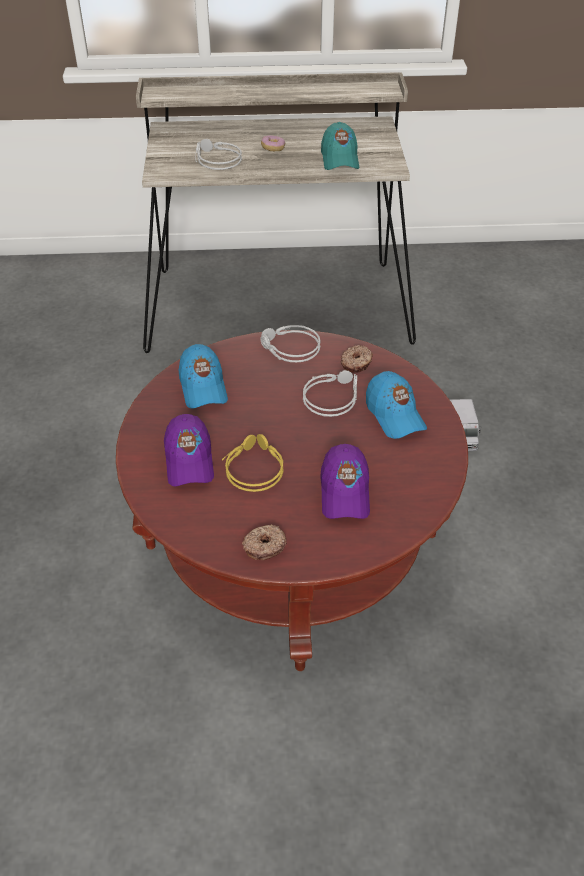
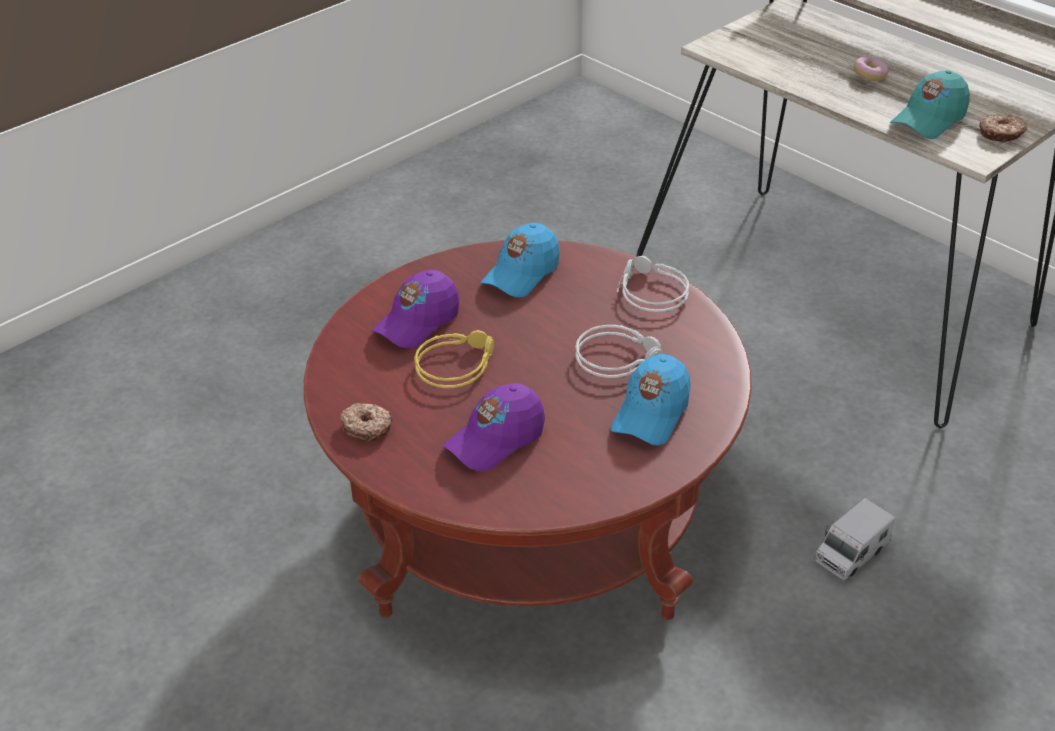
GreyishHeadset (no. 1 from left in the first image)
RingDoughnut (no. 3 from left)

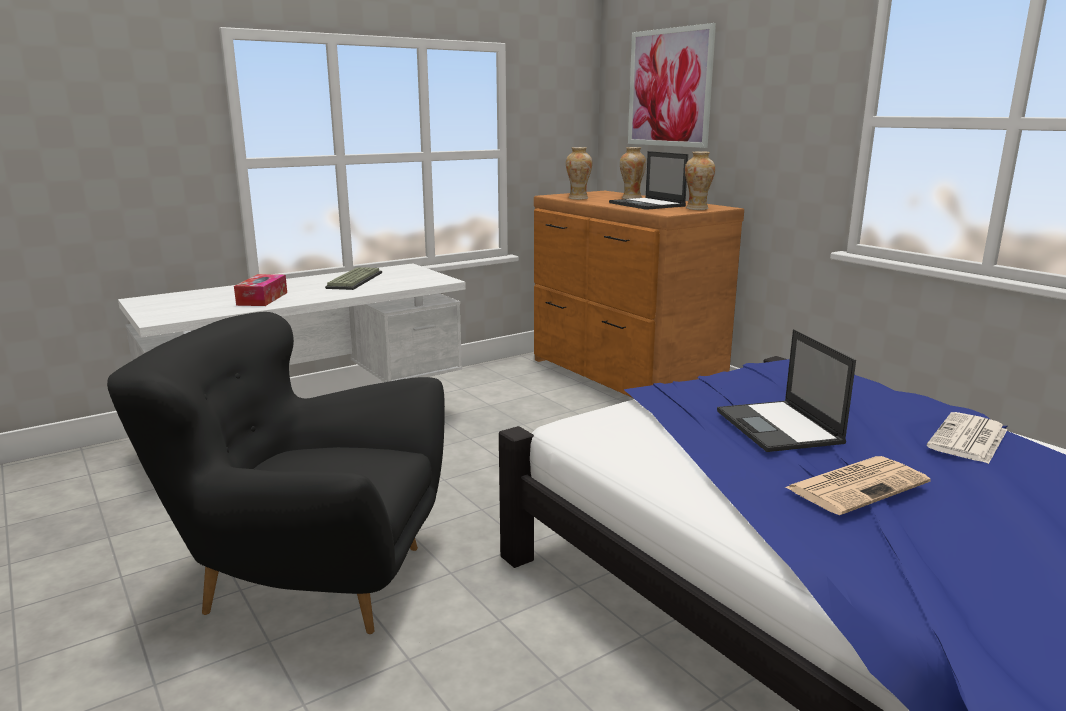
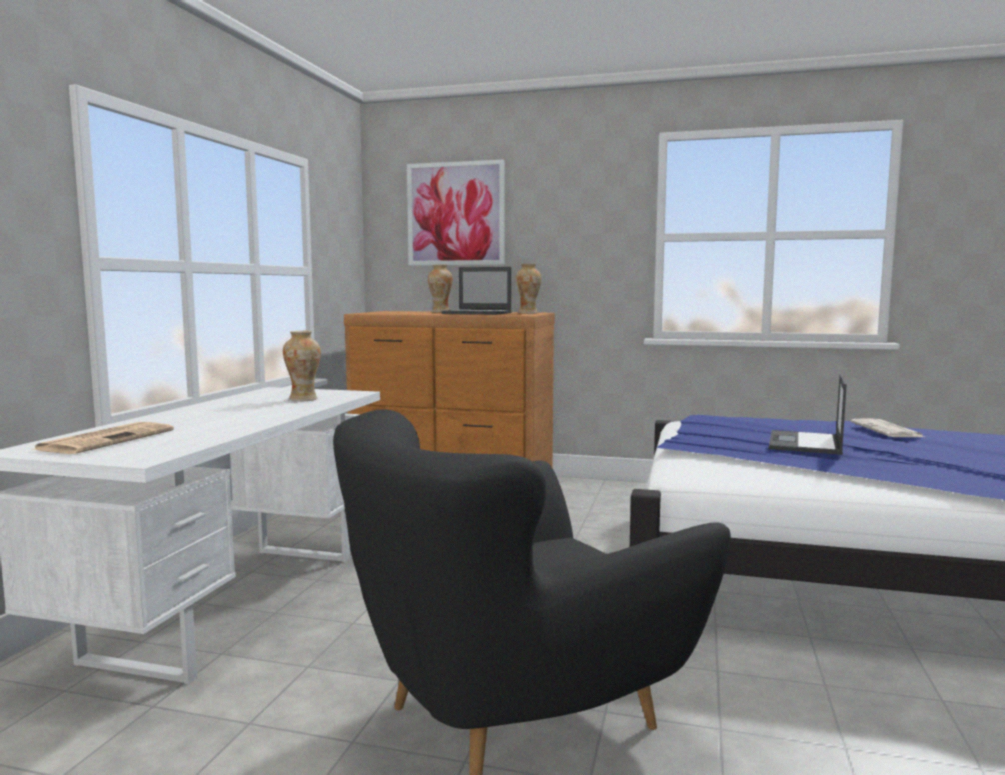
TissueBox
PcKeyboard
FlowerVase (no. 1 from left)
PortableComputer (no. 2 from left)
Newspaper (no. 1 from left)

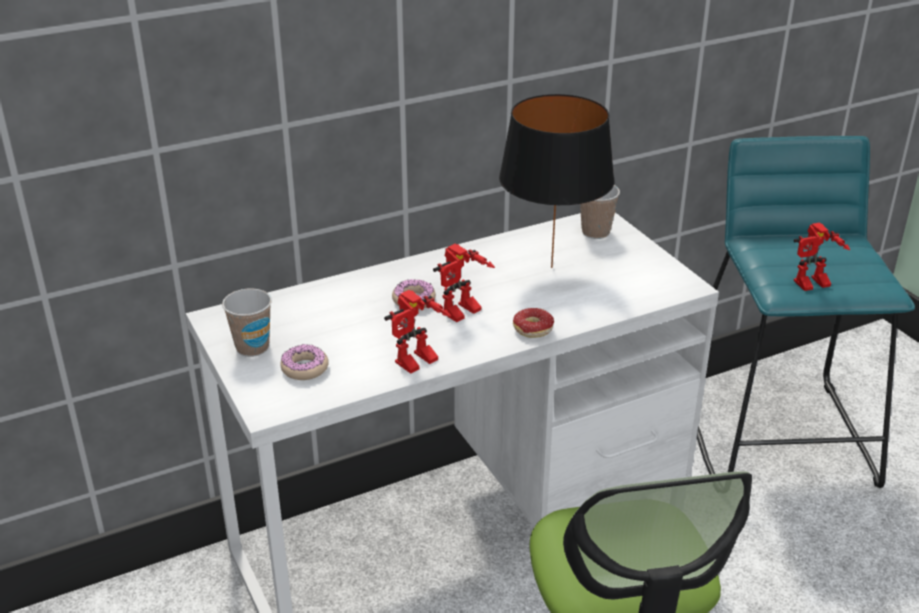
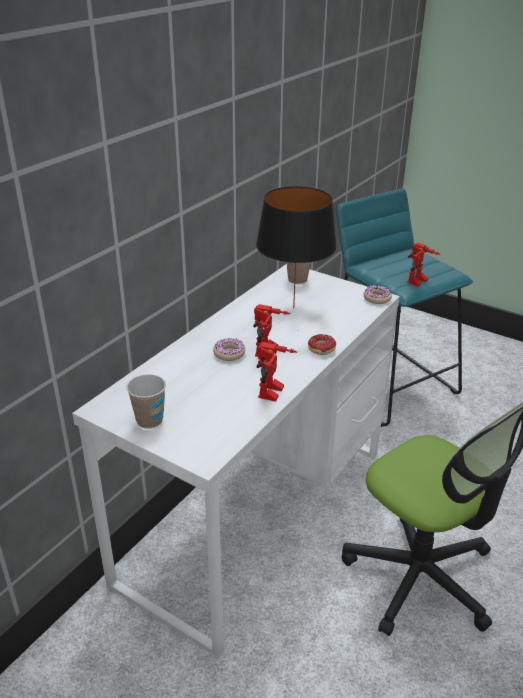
RingDoughnut (no. 3 from left)

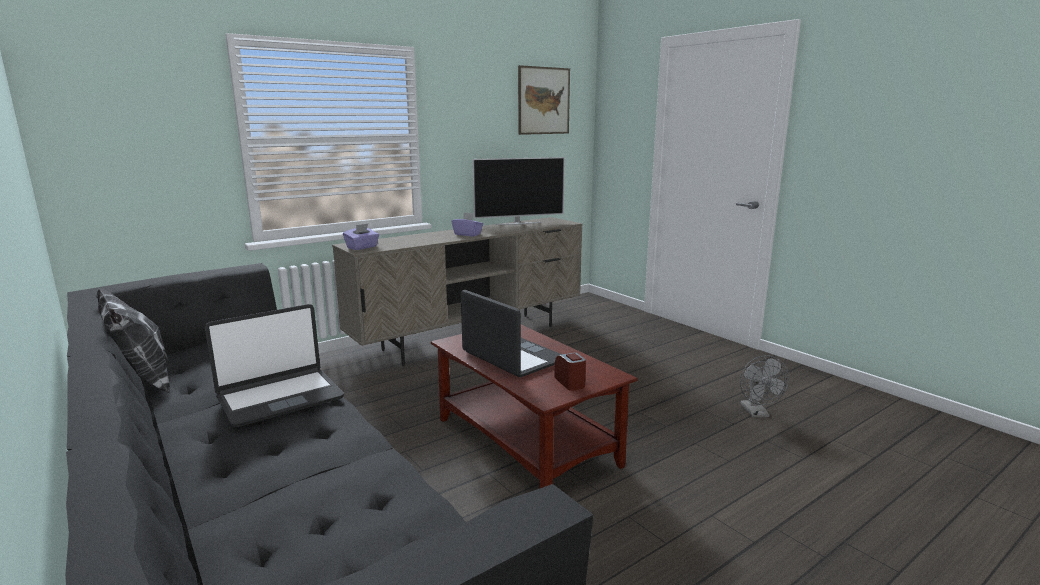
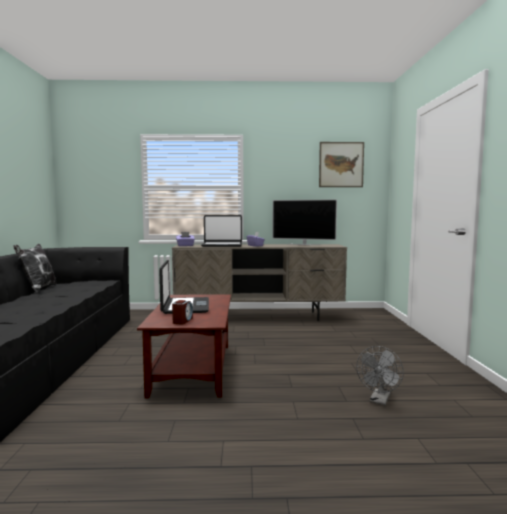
PortableComputer (no. 2 from left)

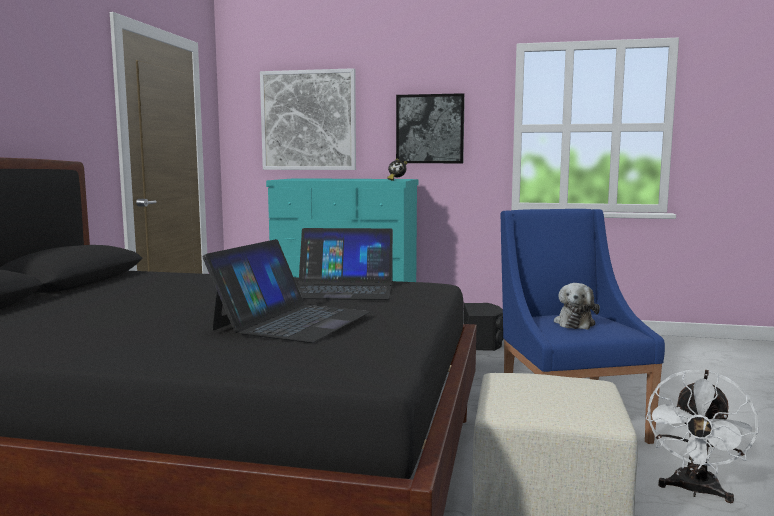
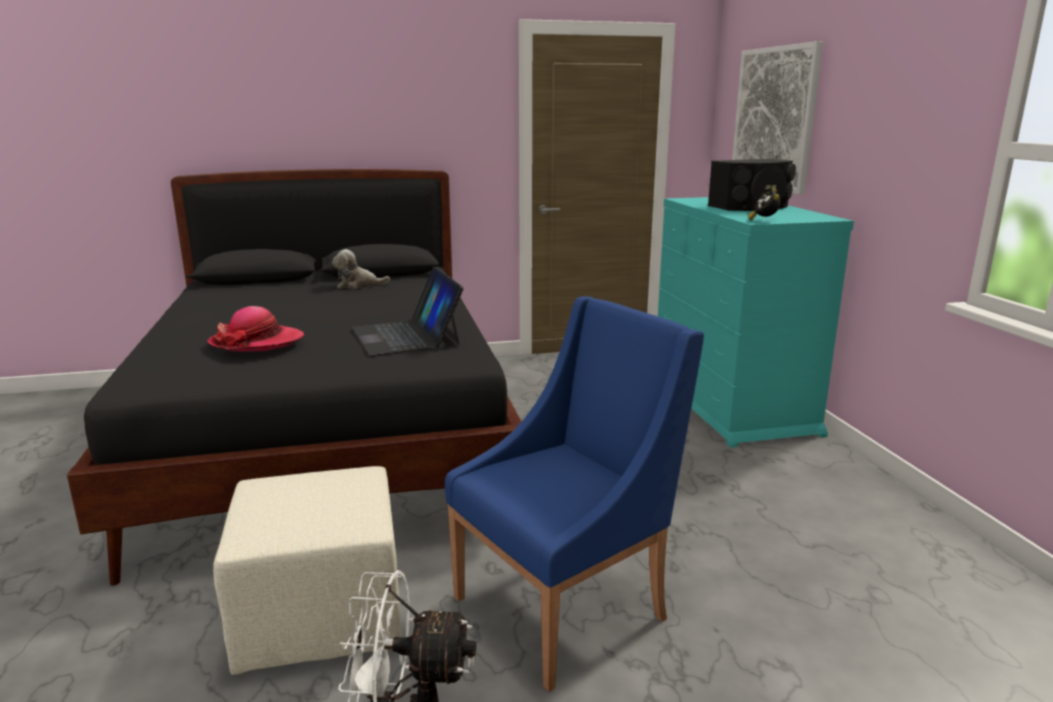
ClothingHat
Picture (no. 2 from left in the first image)
BlackSpeaker
CuddlyToy

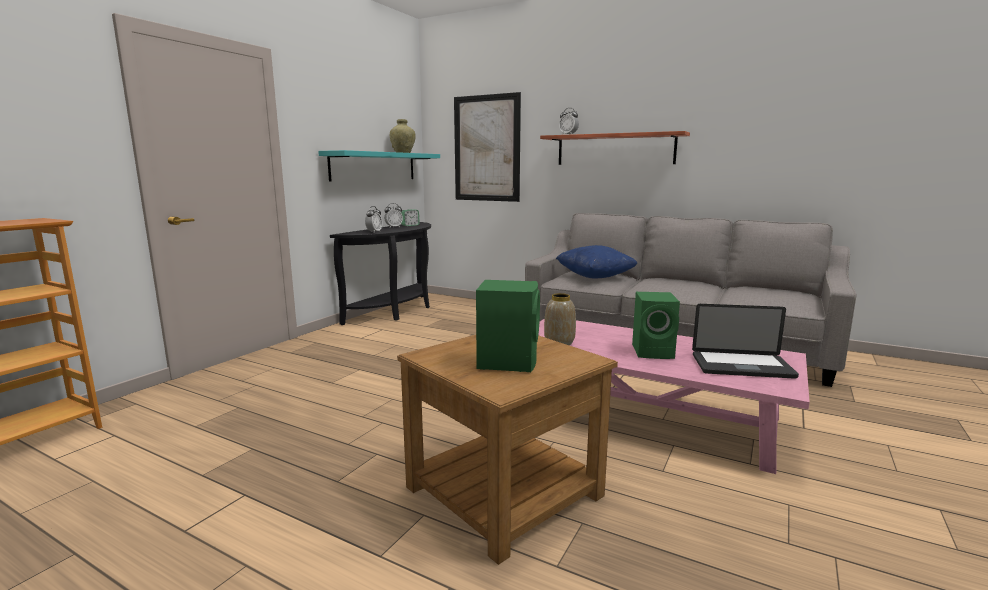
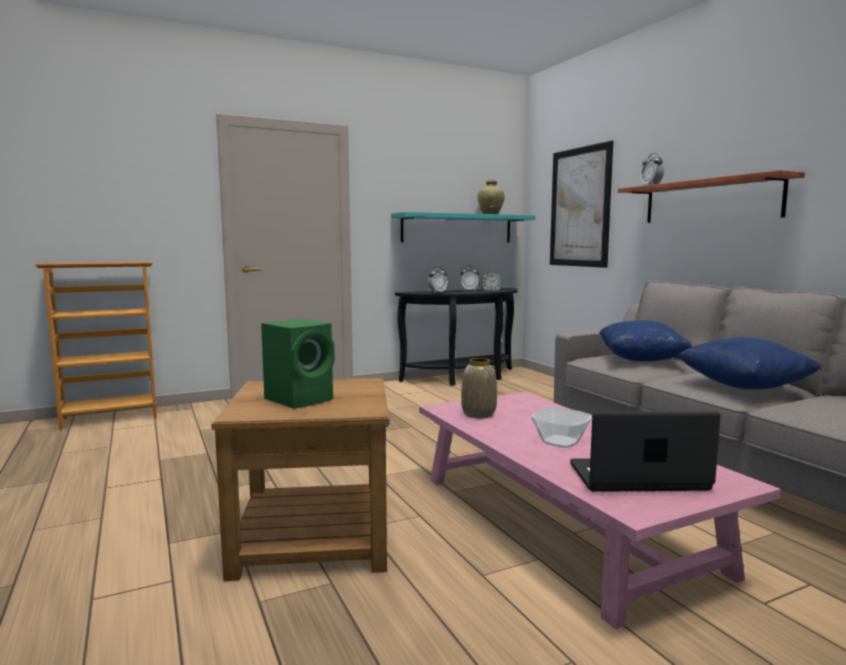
Bowl
PortableComputer
BluishCushion (no. 2 from left)

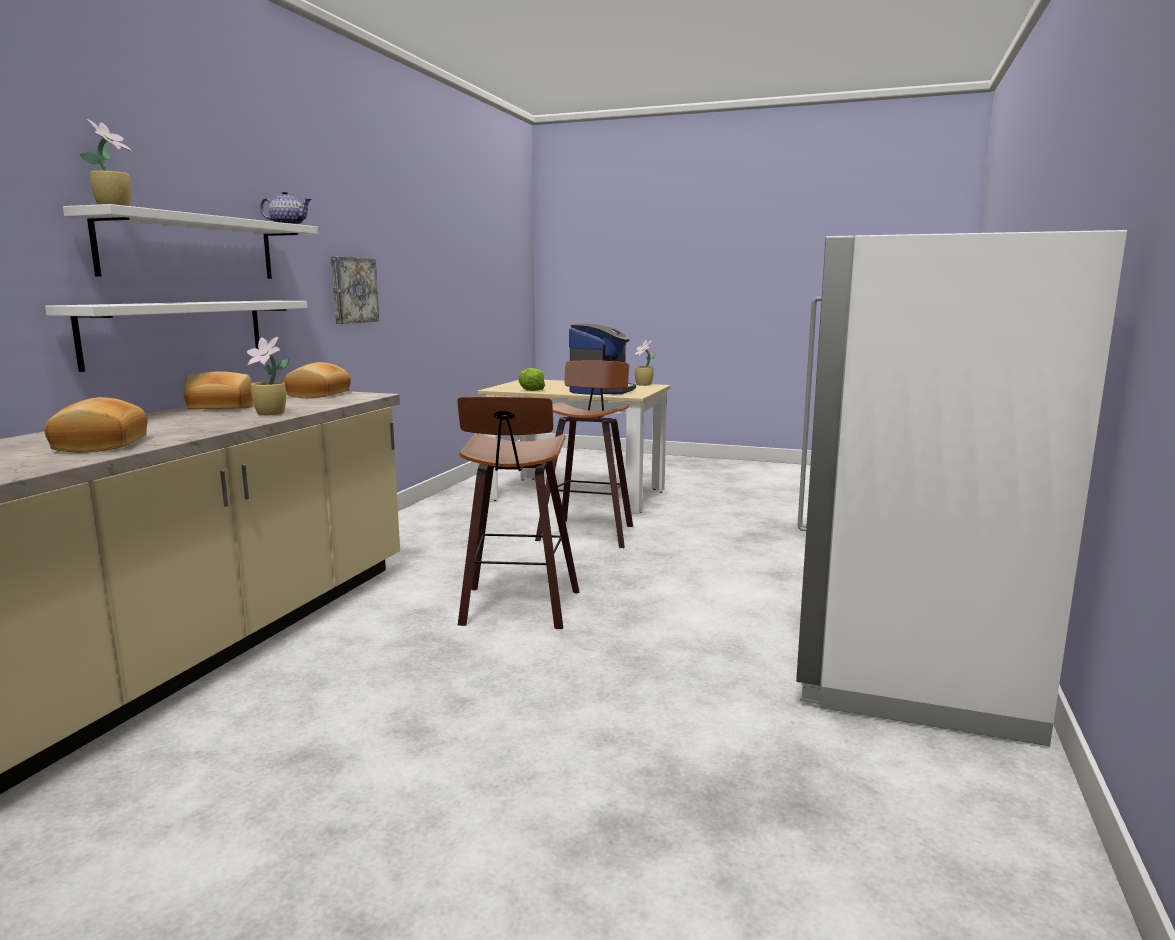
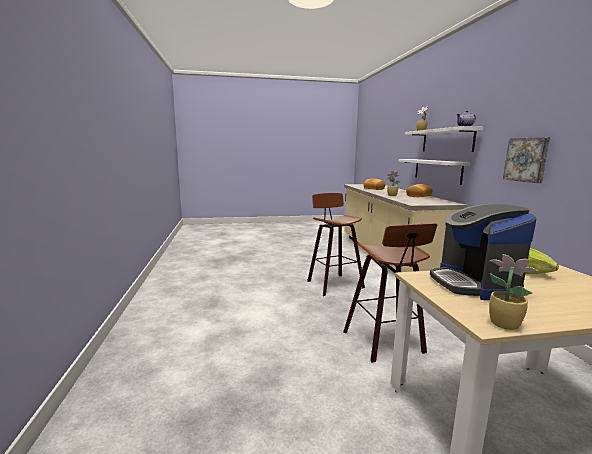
BakedBread (no. 3 from left in the first image)
WhitishRefrigerator

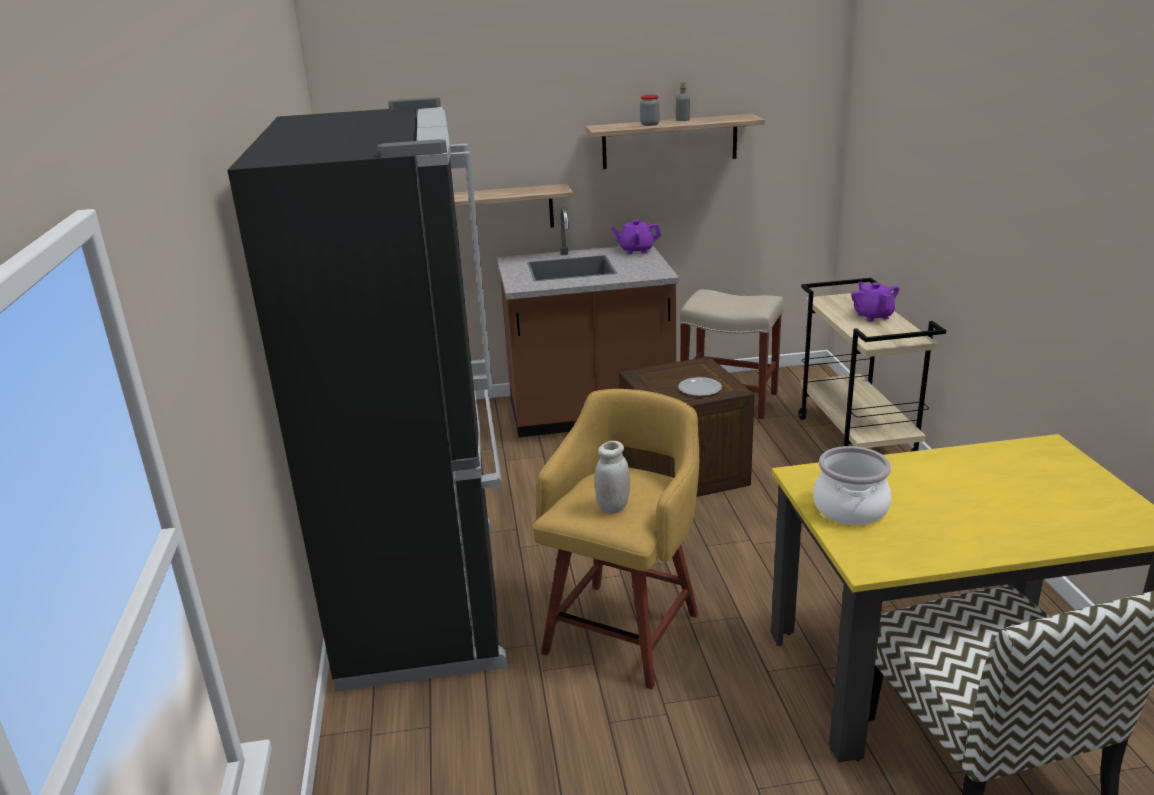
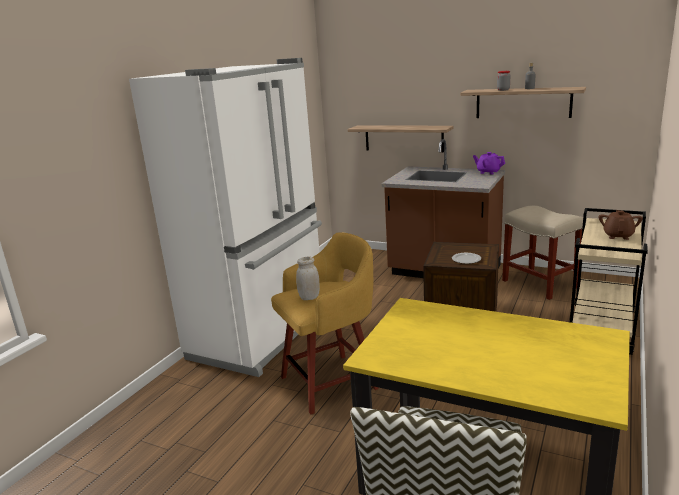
WhitishRefrigerator
Saucepot
BrownishTeapot

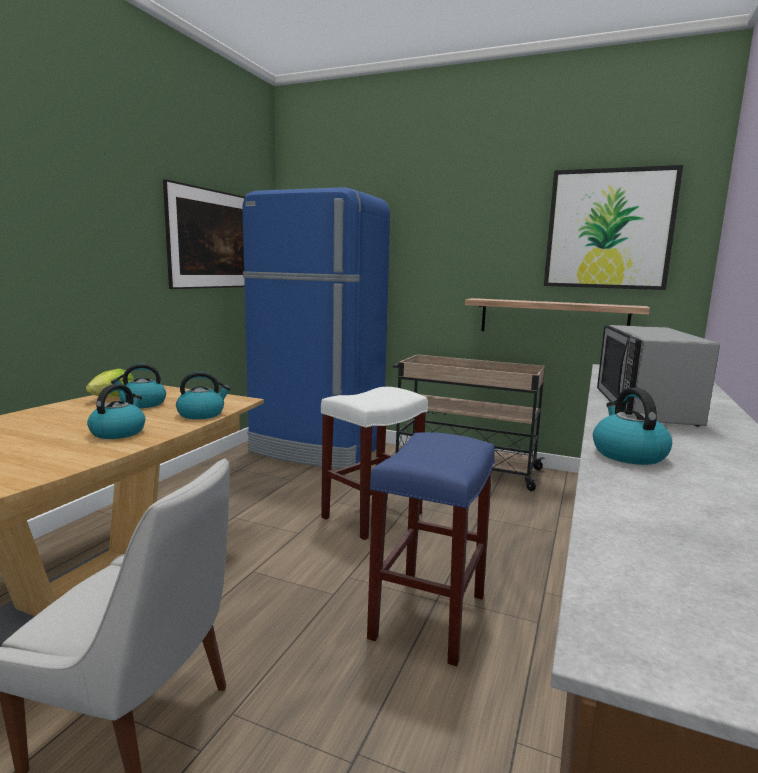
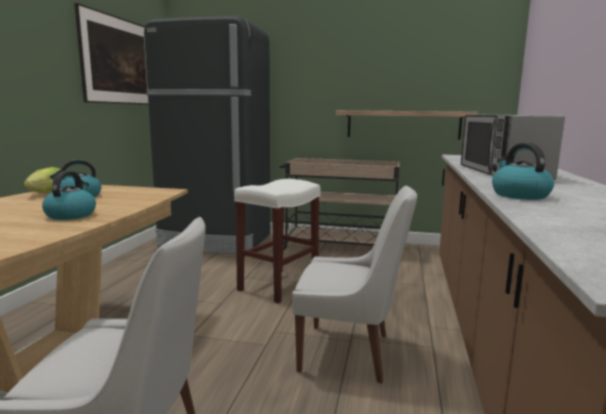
WaterKettle (no. 3 from left in the first image)
BlackRefrigerator
WhitishPlainChair (no. 2 from left)
Picture (no. 2 from left in the first image)

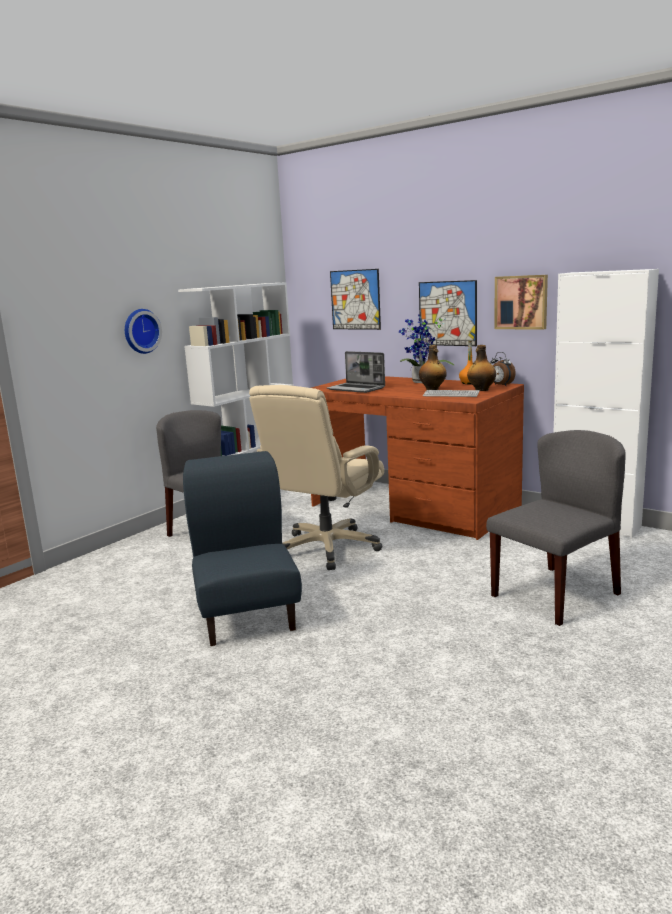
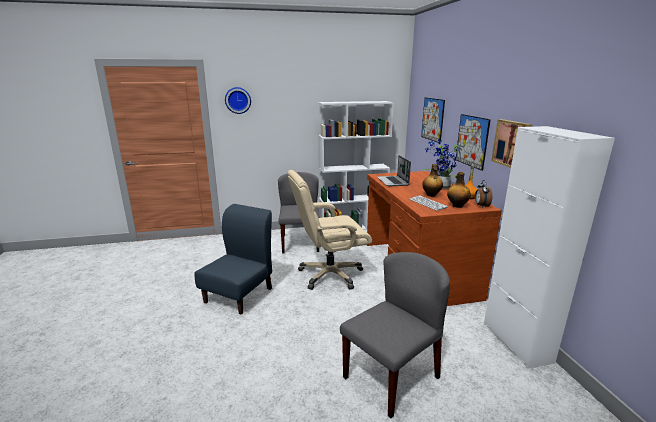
ClockOnTheWall
GreyishPlainChair (no. 2 from left)

